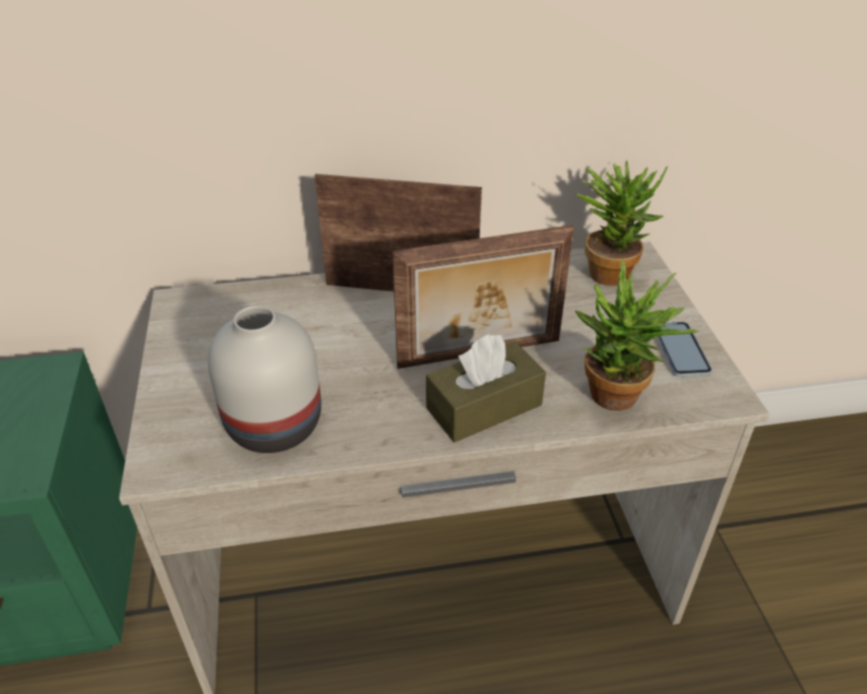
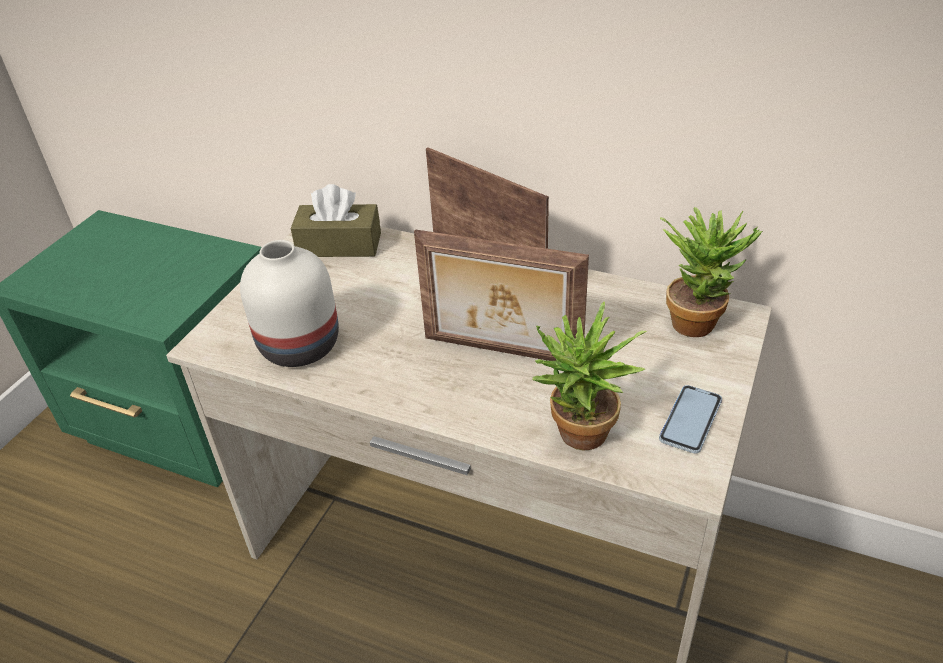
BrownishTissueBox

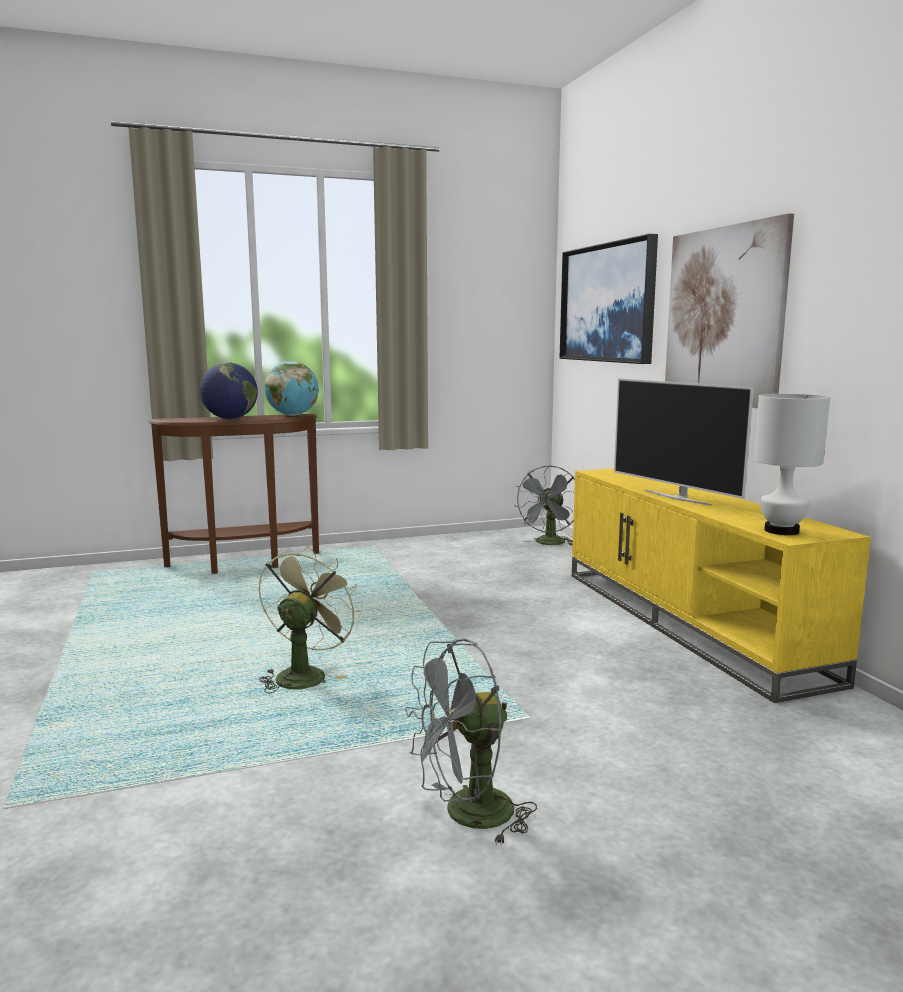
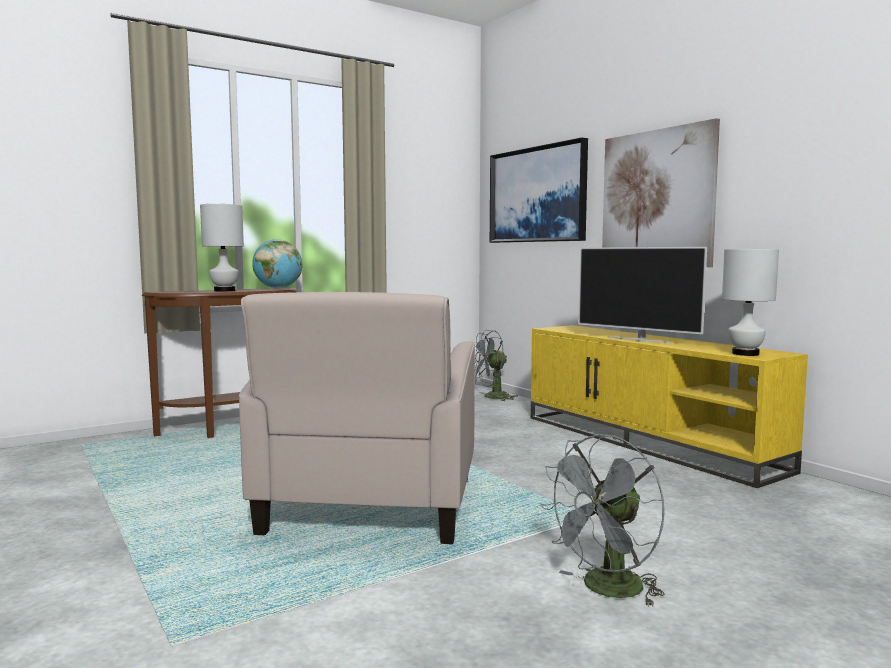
WhitishLampForATable (no. 1 from left)
BeigeColouredLoungeChair
GreyishElectricFan (no. 1 from left)

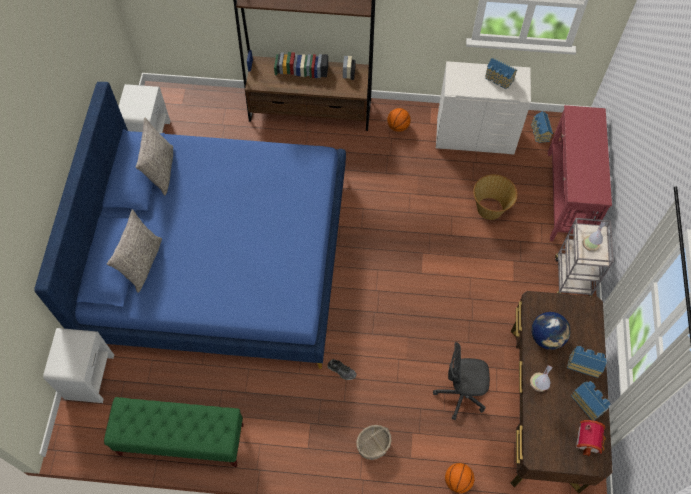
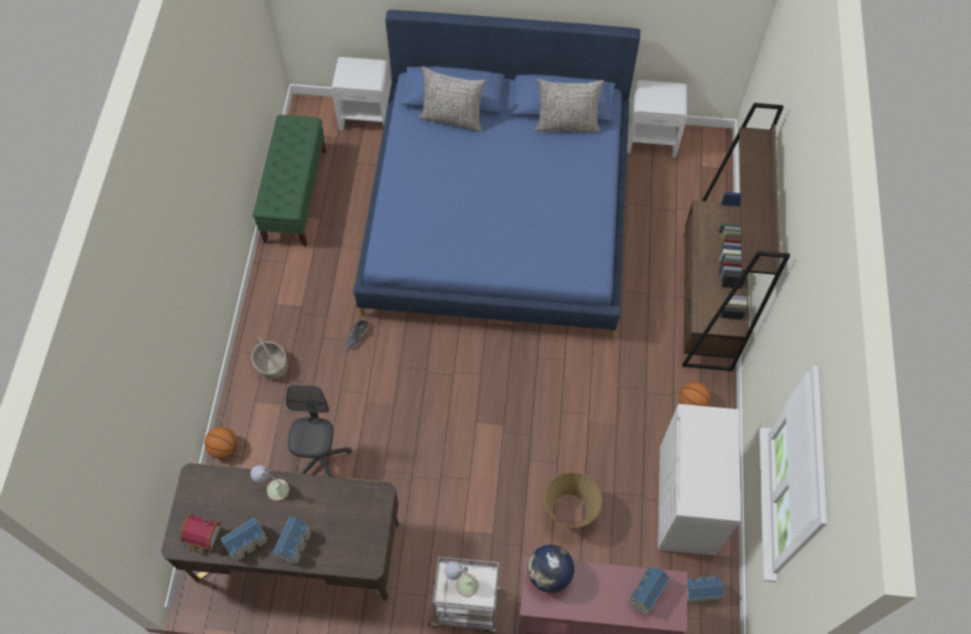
ToyHouse (no. 4 from left)
WorldGlobe

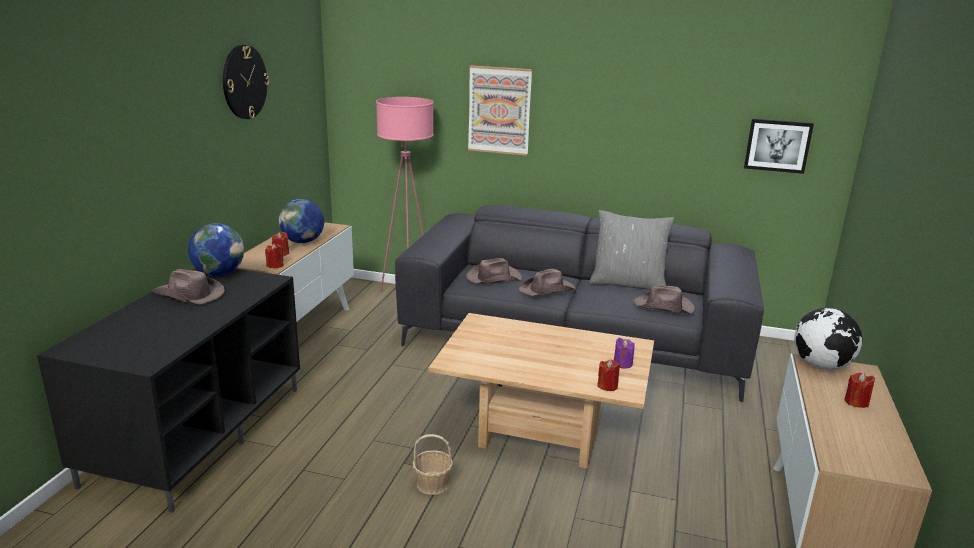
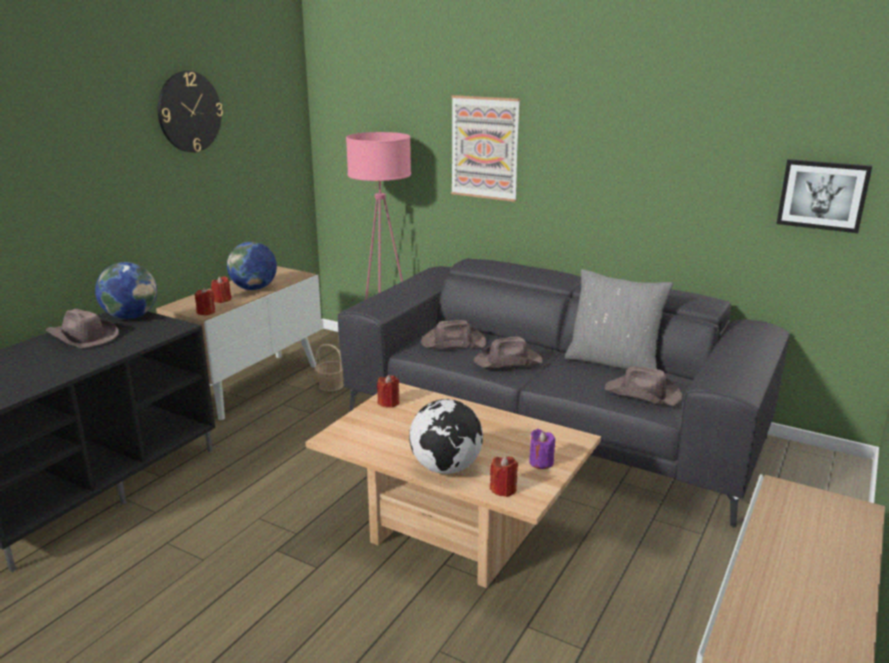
Basket
WorldGlobe (no. 3 from left)
RedWaxCandle (no. 3 from left)

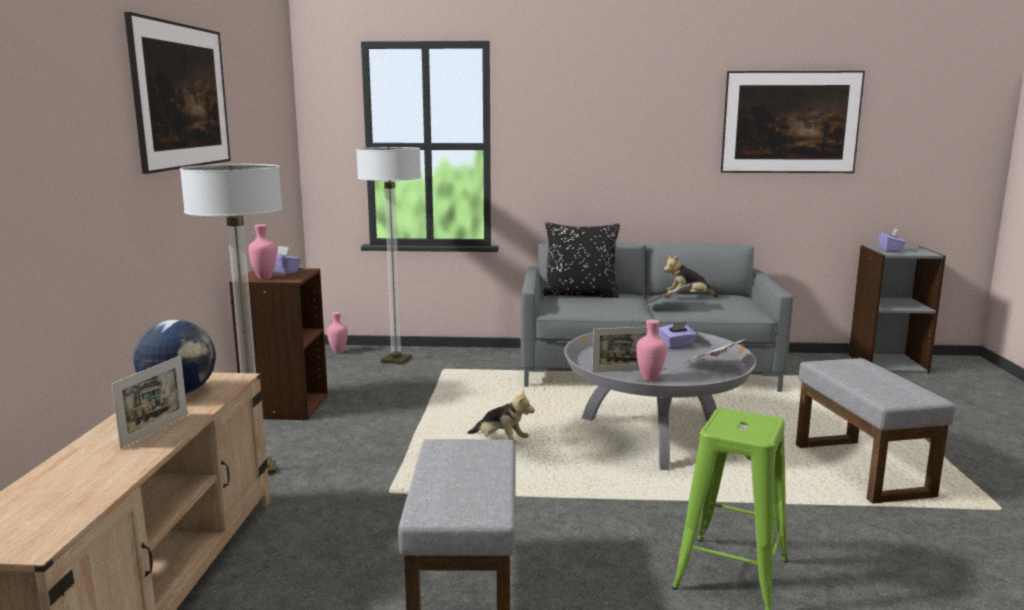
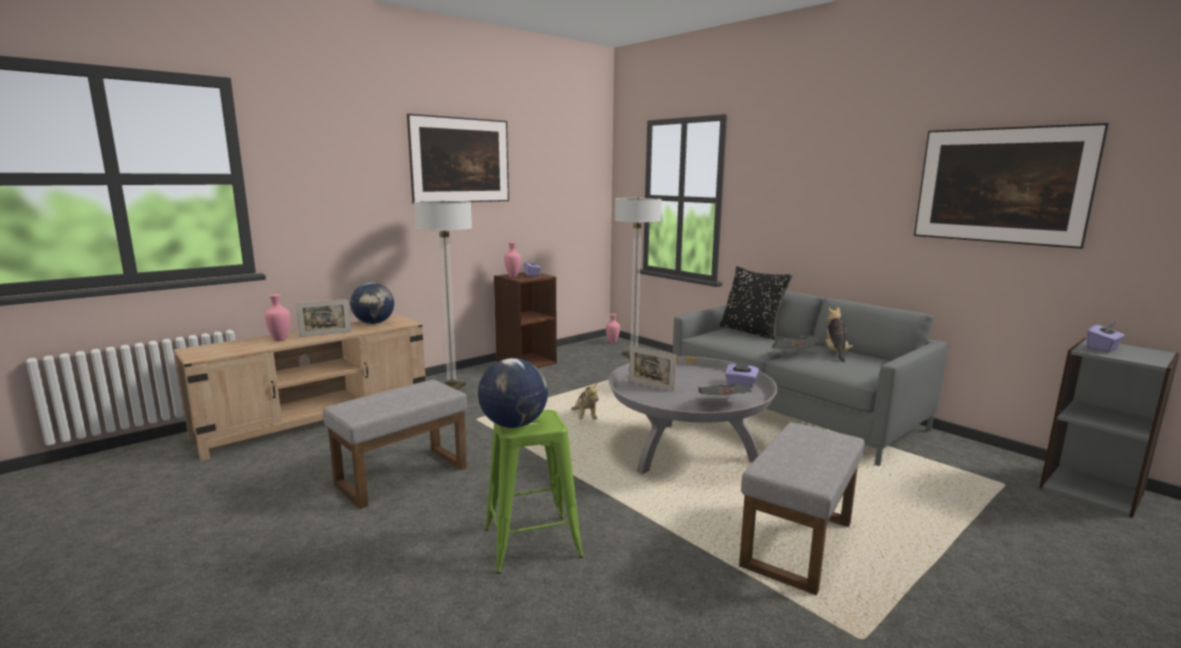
PinkFlowerVase (no. 1 from left)
CuddlyToy (no. 2 from left)
WorldGlobe (no. 2 from left)

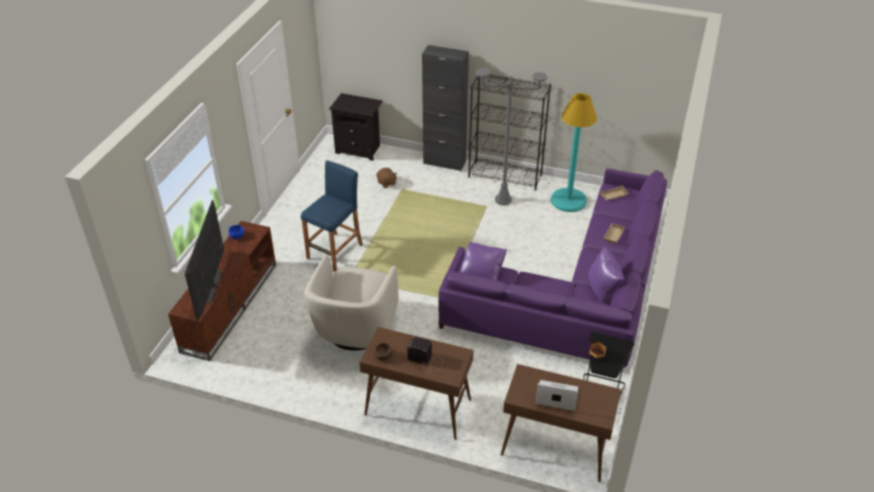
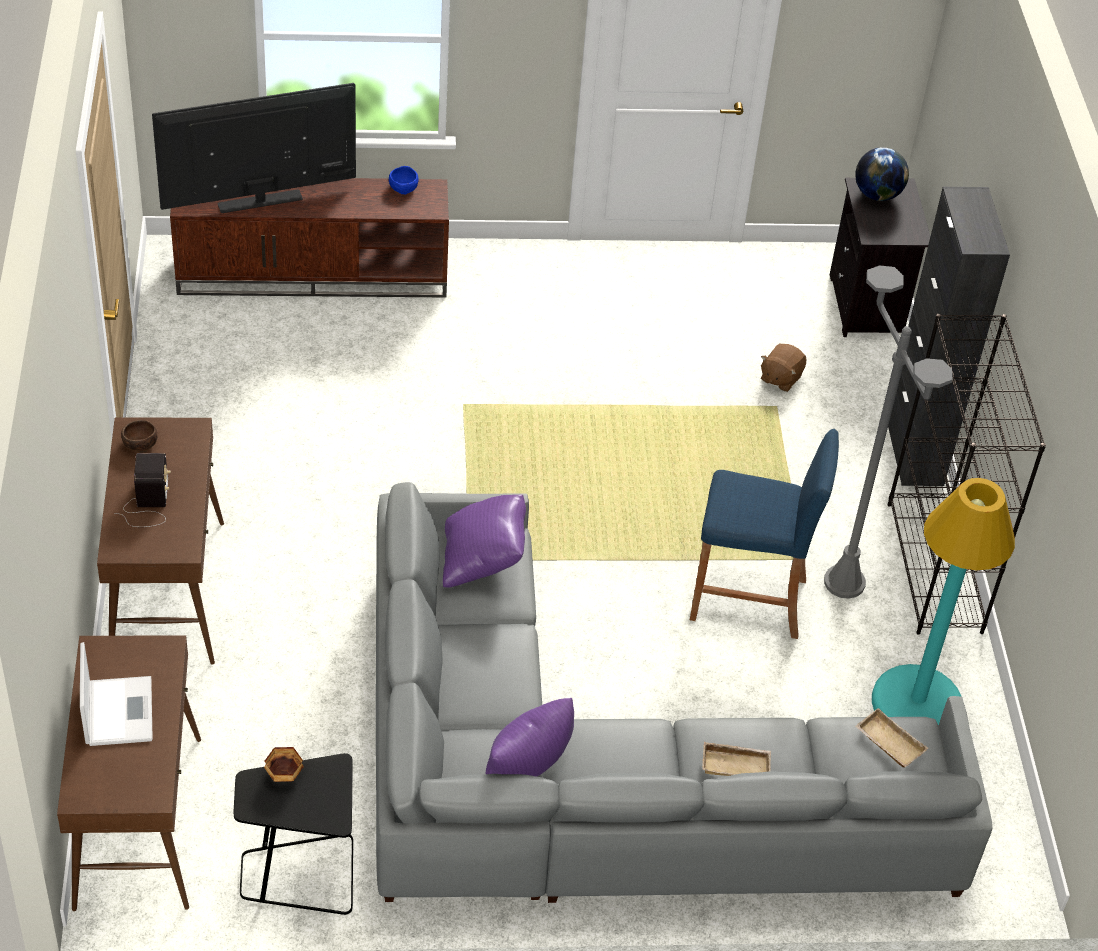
BluishStool
BeigeColouredLoungeChair
GreyishCouch
WorldGlobe

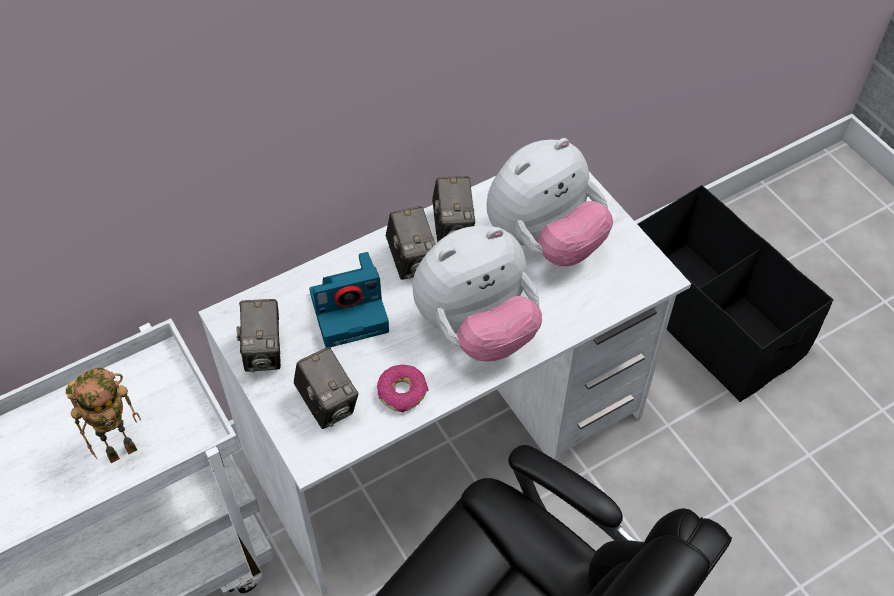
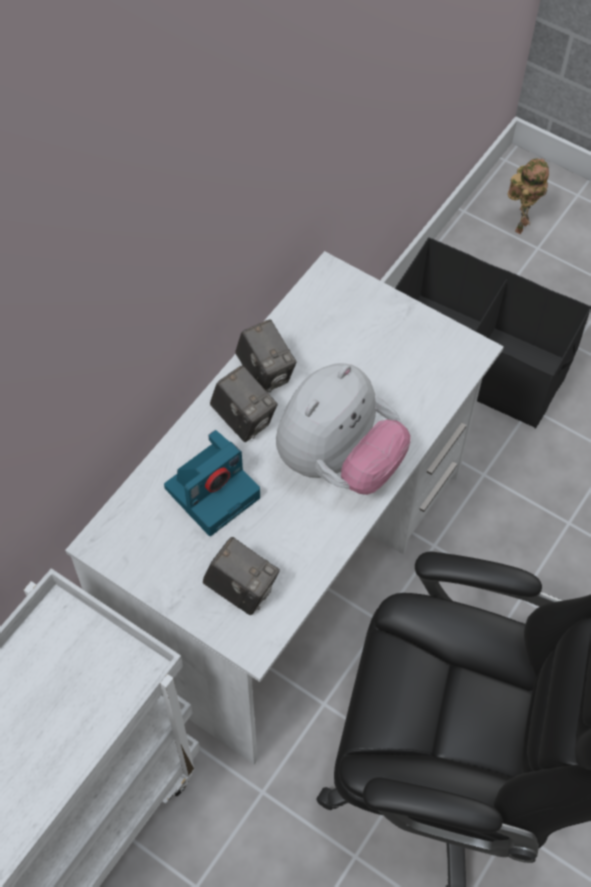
RobotFigure
StillCamera (no. 1 from left in the first image)
RingDoughnut
CuddlyToy (no. 2 from left in the first image)

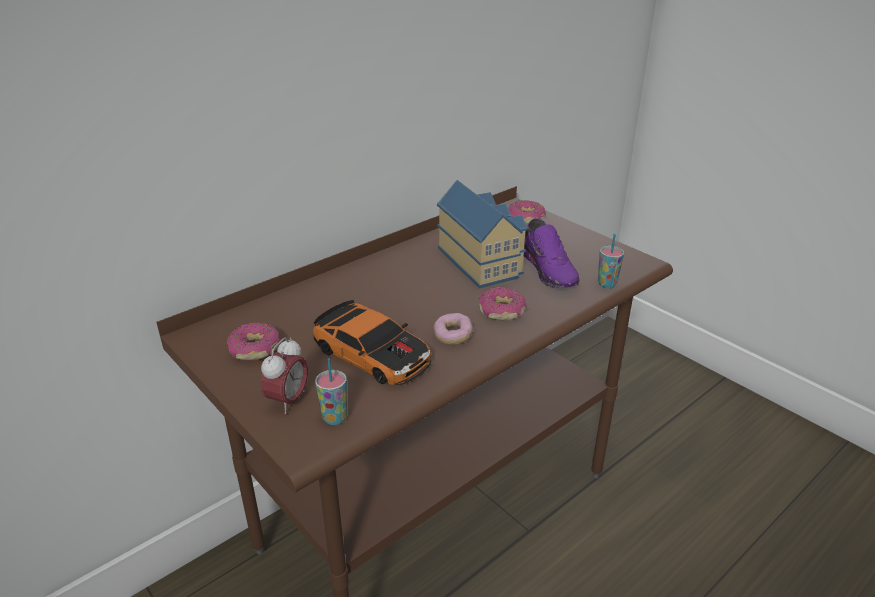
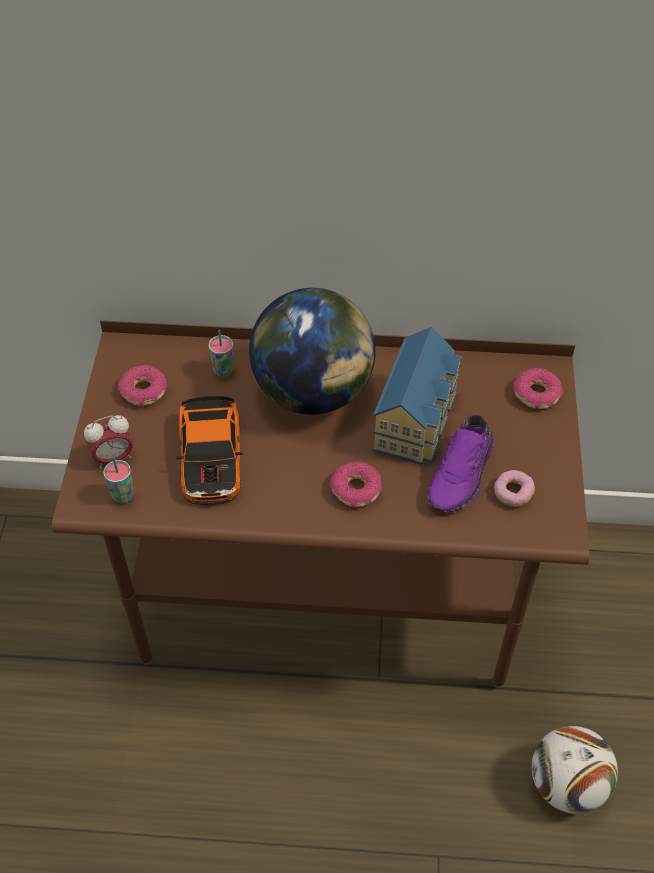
RingDoughnut (no. 3 from left)
SmallCup (no. 2 from left)
WorldGlobe
Football

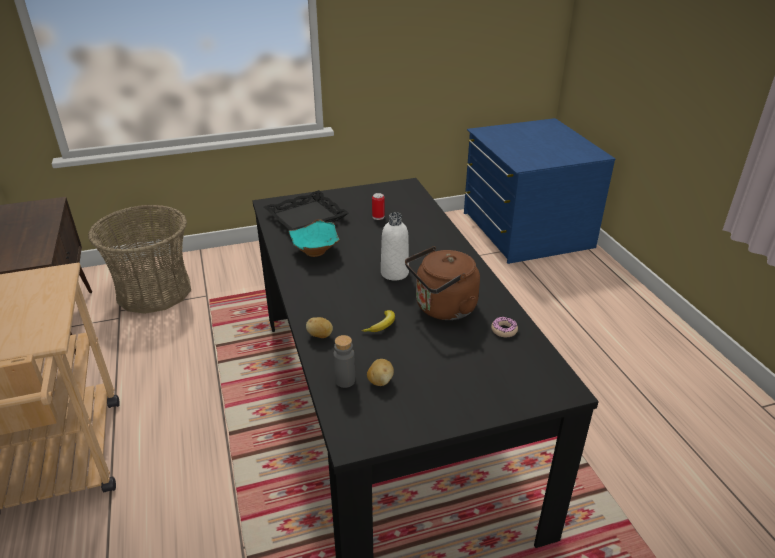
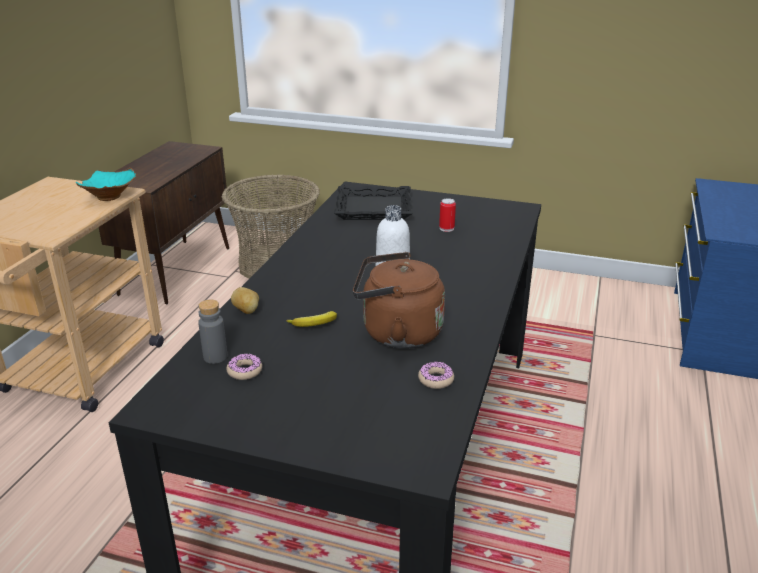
TurquoiseColouredBowl
RingDoughnut (no. 1 from left)

